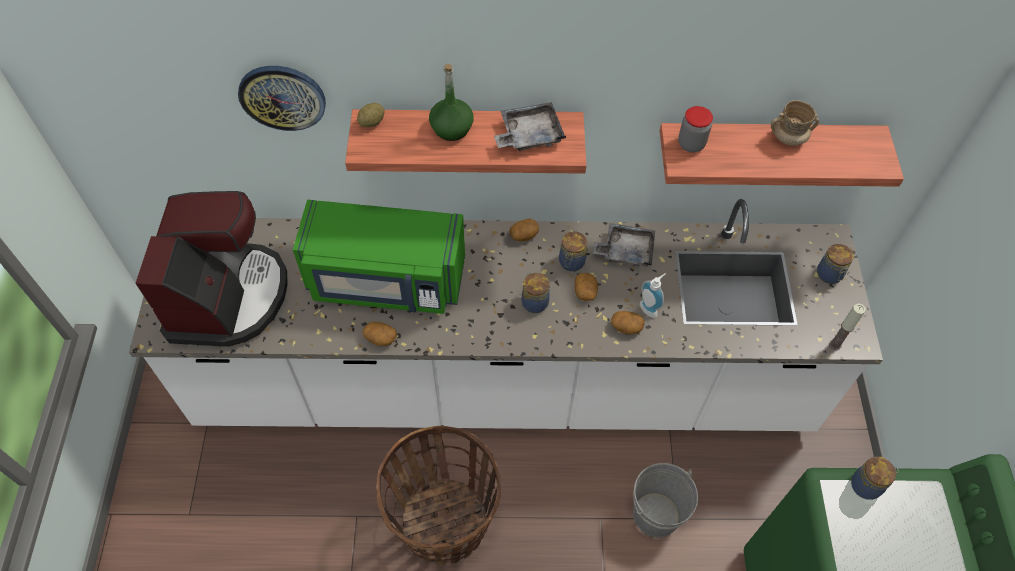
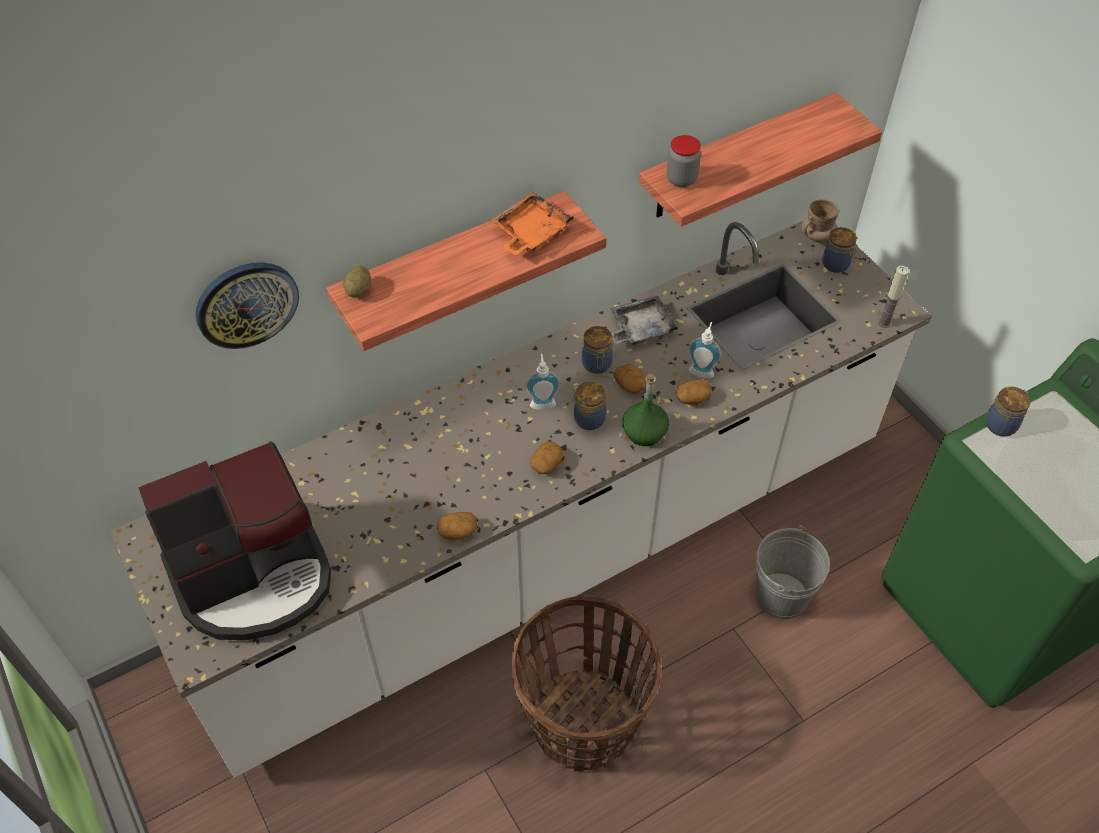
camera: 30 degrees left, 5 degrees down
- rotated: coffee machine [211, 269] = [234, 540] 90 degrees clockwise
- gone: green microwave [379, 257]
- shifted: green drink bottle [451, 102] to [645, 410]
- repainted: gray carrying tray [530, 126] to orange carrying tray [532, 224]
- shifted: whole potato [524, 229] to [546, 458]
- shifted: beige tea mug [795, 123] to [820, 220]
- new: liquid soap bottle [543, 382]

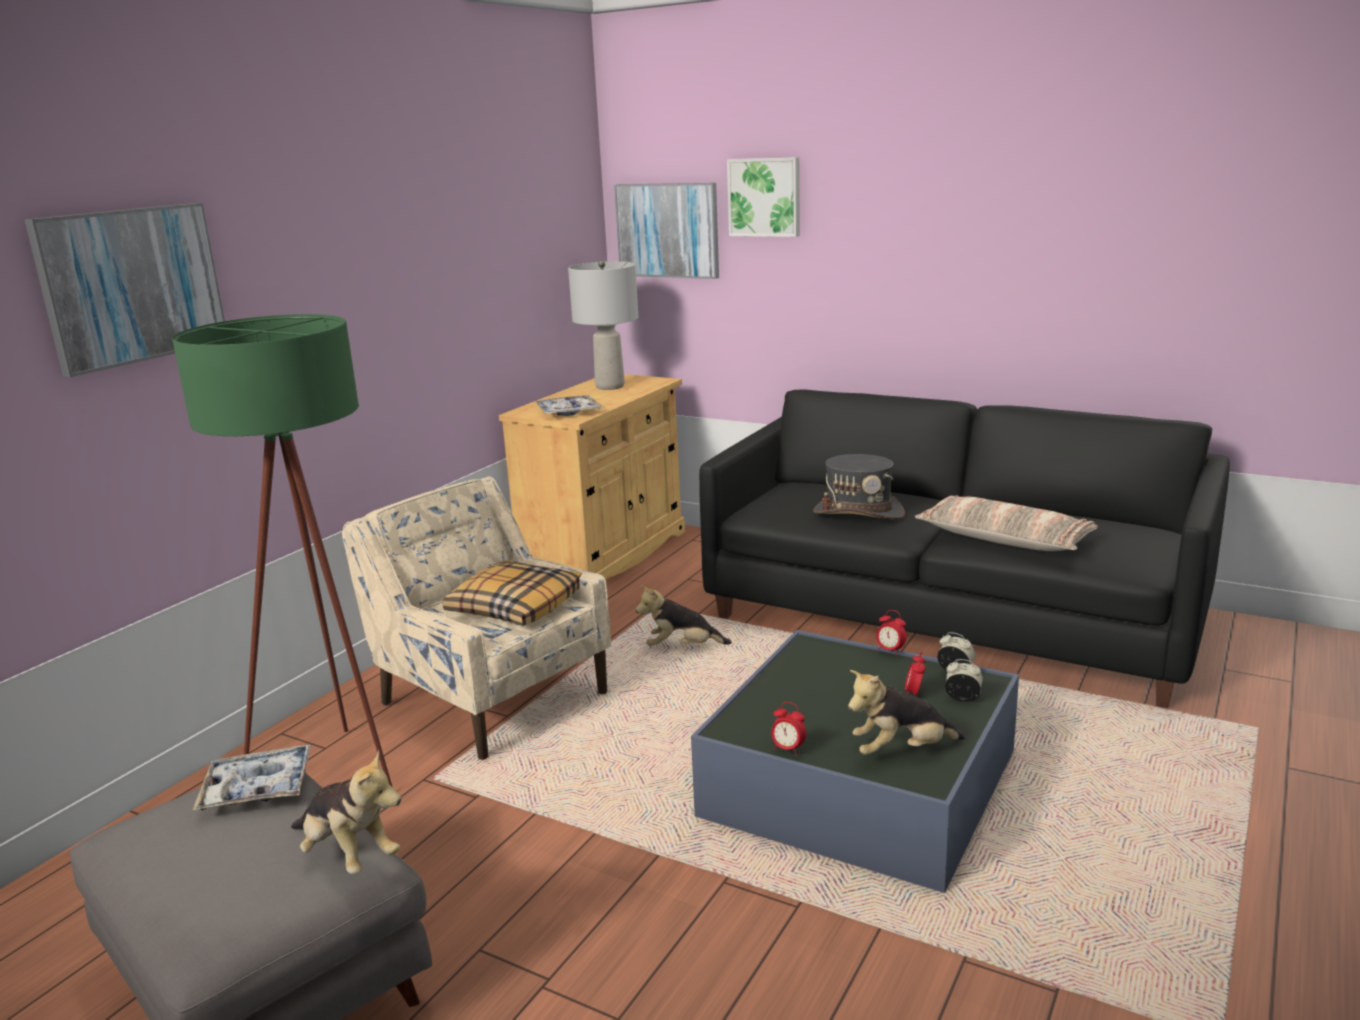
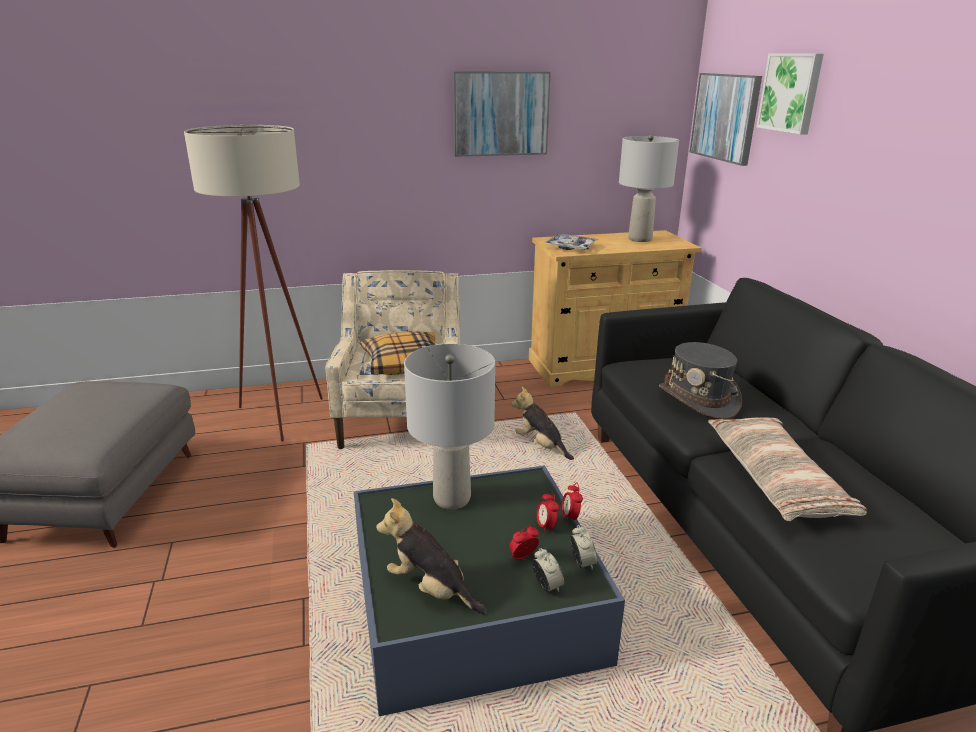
camera: 45 degrees right, 5 degrees up
- shifted: wall picture [124, 290] to [502, 114]
- repainted: green standing lamp [282, 551] to beige standing lamp [253, 283]
- gone: carrying tray [252, 777]
- gone: plush toy [346, 811]
- shifted: alarm clock [788, 729] to [547, 512]
- new: gray table lamp [449, 427]

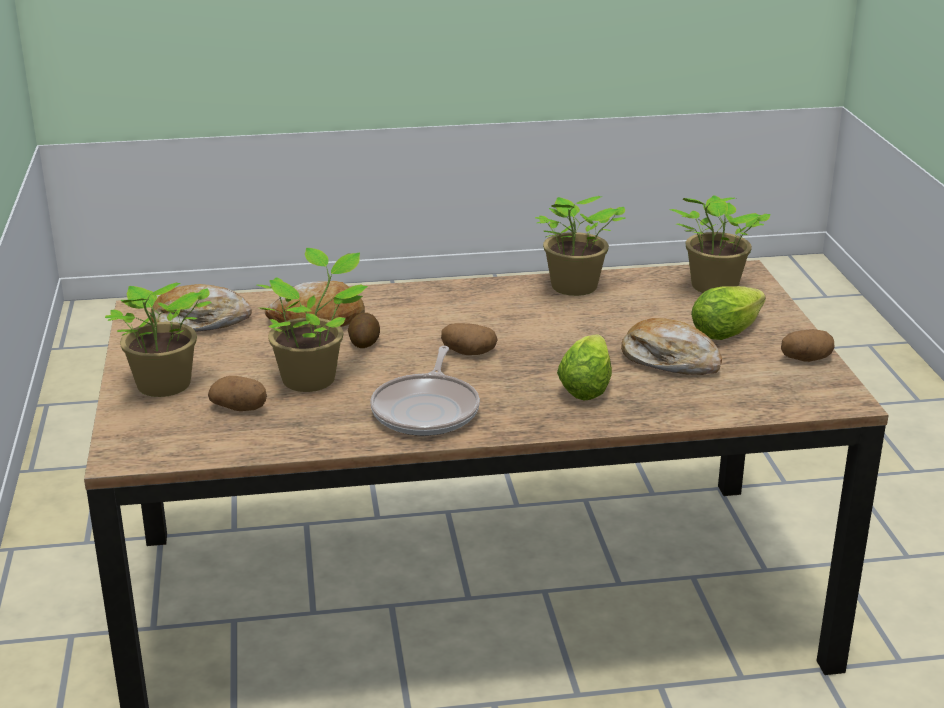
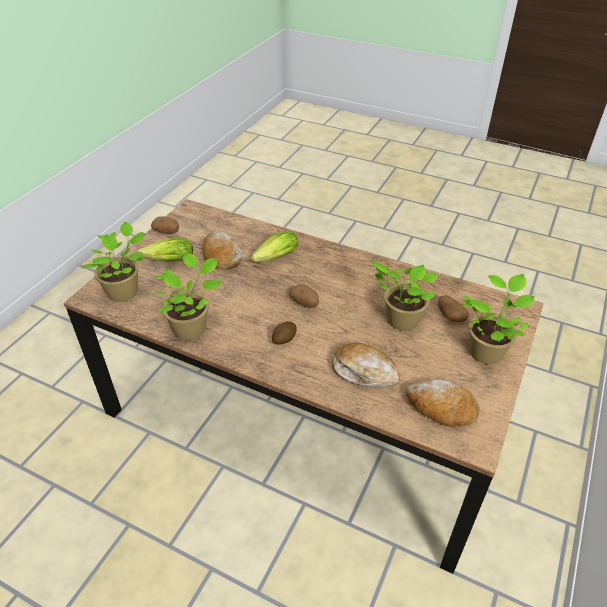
camera: 145 degrees left, 15 degrees up
- shifted: whole potato [364, 330] to [284, 333]
- gone: frying pan [425, 391]

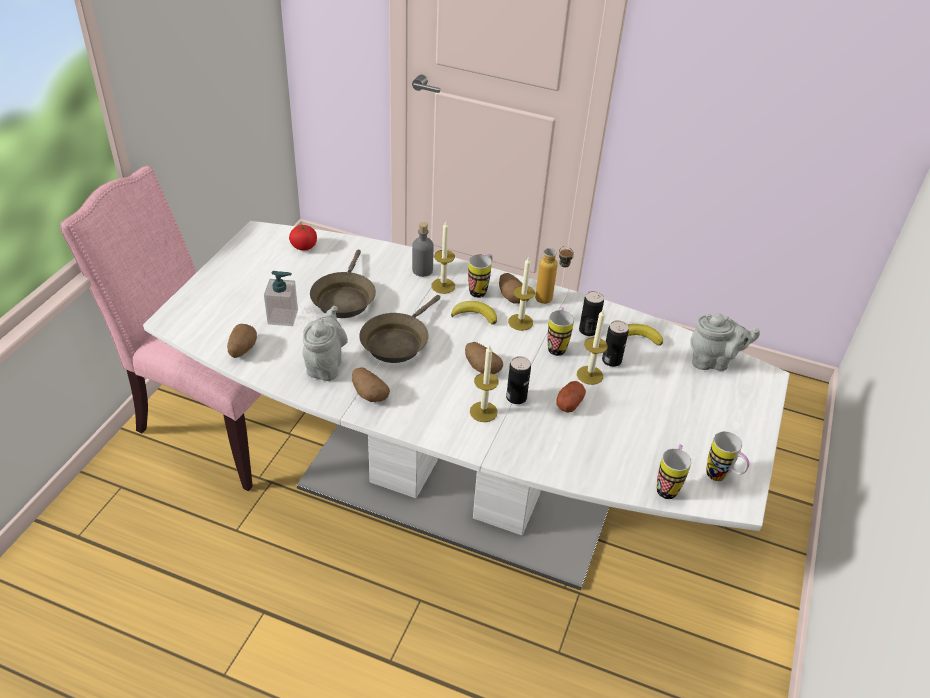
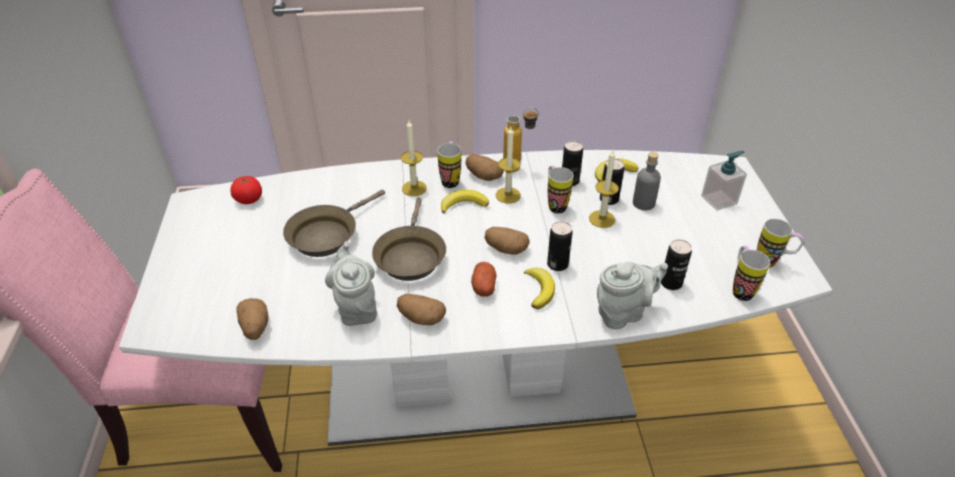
camera: 25 degrees left, 0 degrees up
- shifted: liquid soap bottle [281, 298] to [724, 181]
- rotated: brown frying pan [343, 283] = [334, 223] 60 degrees clockwise
- shifted: gray drink bottle [423, 249] to [647, 181]
- swapped: wax light [484, 383] to banana fruit [539, 288]
- shifted: whole potato [571, 397] to [483, 279]
- shifted: gray tea pot [725, 342] to [632, 295]
- new: can [676, 264]

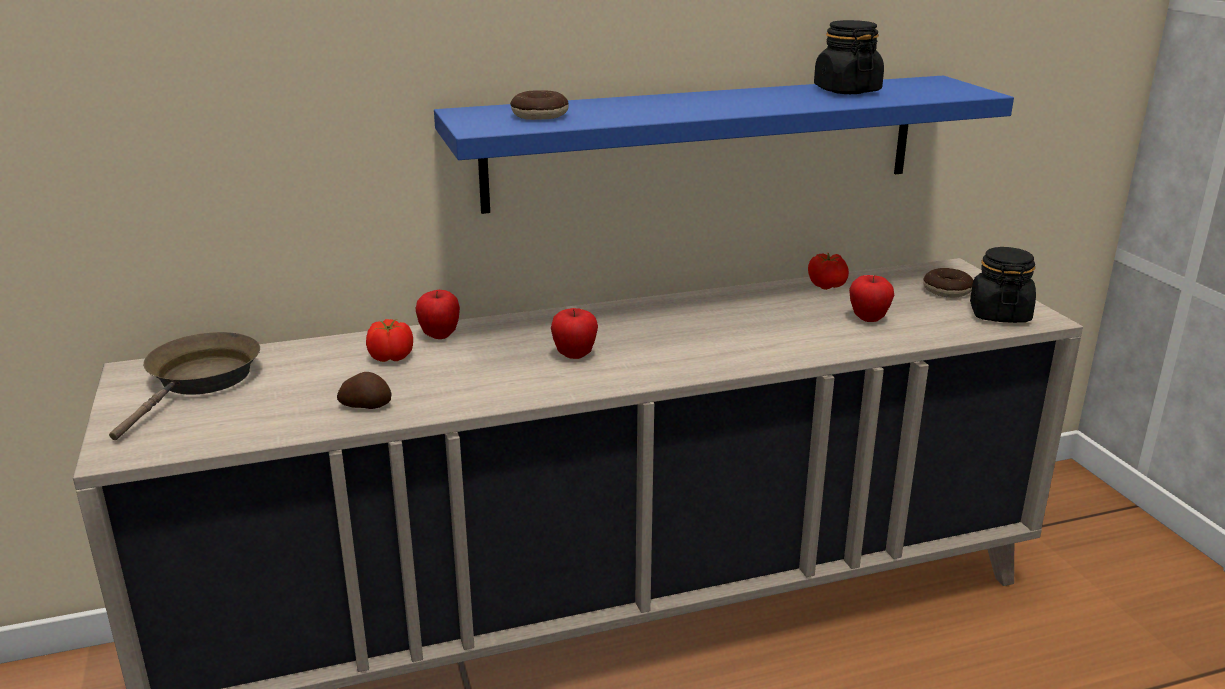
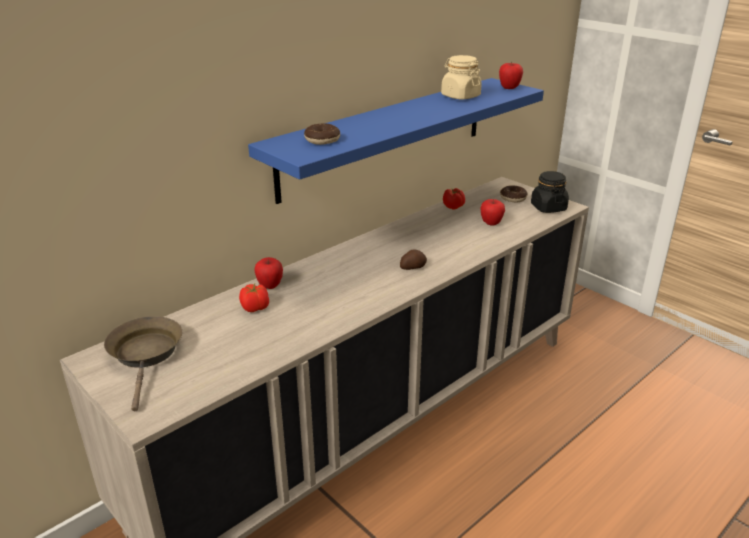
camera: 25 degrees left, 5 degrees up
- shifted: whole potato [364, 390] to [413, 259]
- shifted: apple fruit [574, 333] to [511, 75]
- repainted: blackish preserve jar [849, 57] to beige preserve jar [461, 77]

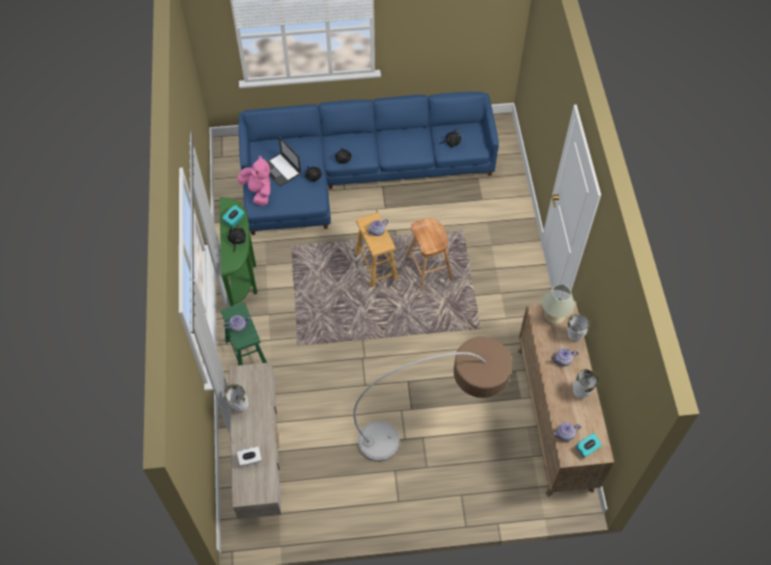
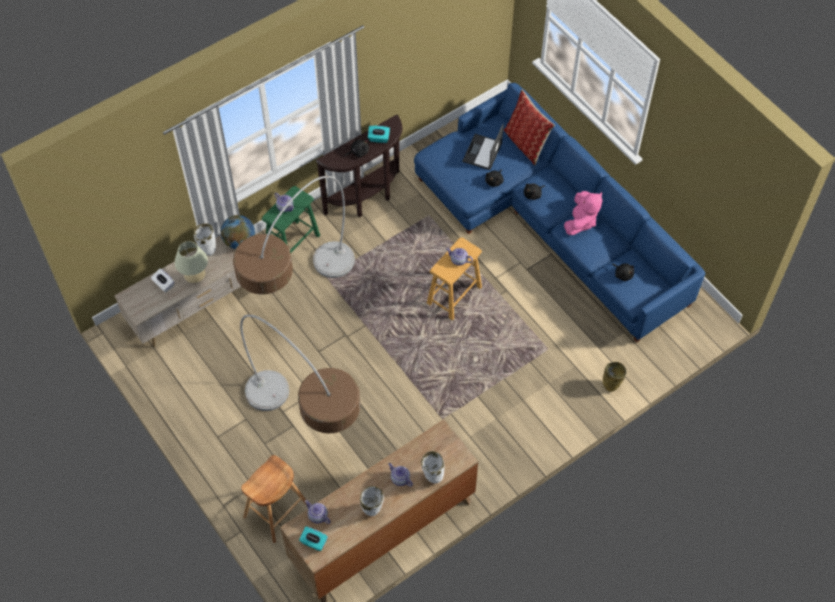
camera: 60 degrees right, 0 degrees up
- repainted: green console table [238, 251] to brown console table [359, 166]
- shifted: pinkish plush toy [254, 180] to [583, 213]
- shifted: brown sitting stool [429, 254] to [274, 499]
- shifted: beige table lamp [558, 304] to [191, 262]
- new: desk globe [238, 232]
- new: standing lamp [294, 235]
- new: pillow [529, 128]
- new: beige decorative vase [615, 377]

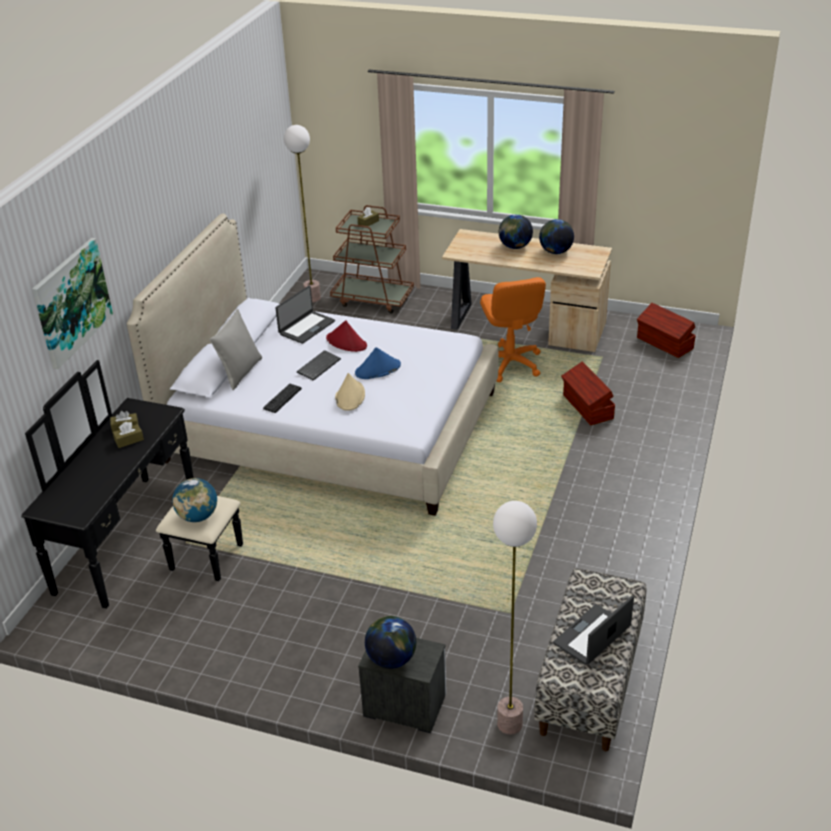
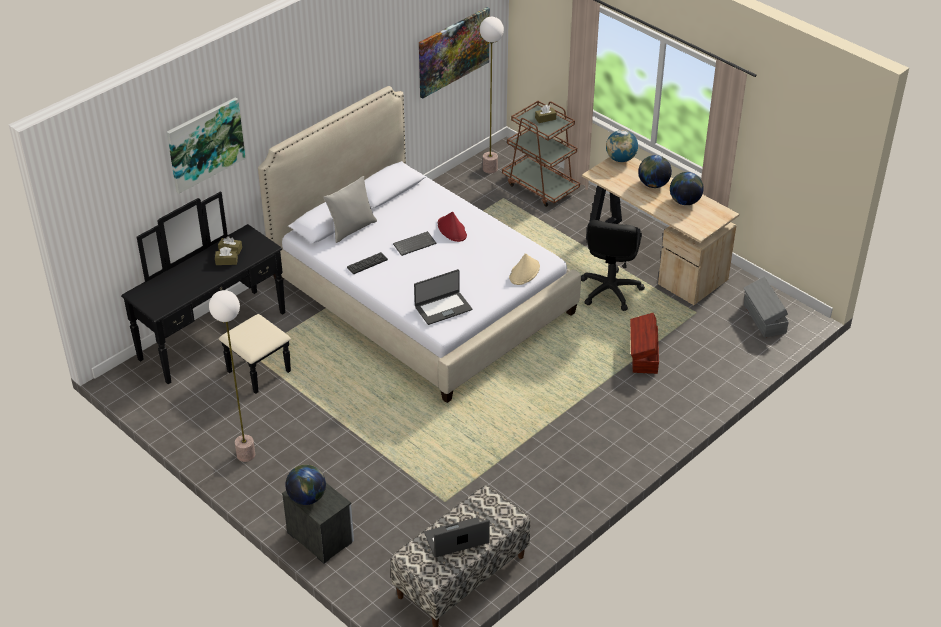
camera: 25 degrees right, 5 degrees up
- shifted: desk globe [194, 500] to [622, 146]
- shifted: portable computer [305, 315] to [443, 297]
- shifted: beige clothing hat [350, 392] to [524, 269]
- gone: bluish clothing hat [378, 363]
- repainted: orange desk chair [513, 329] to blackish desk chair [613, 265]
- shifted: standing lamp [515, 618] to [232, 376]
- repainted: brown storage container [666, 330] to gray storage container [766, 307]
- new: wall picture [454, 52]

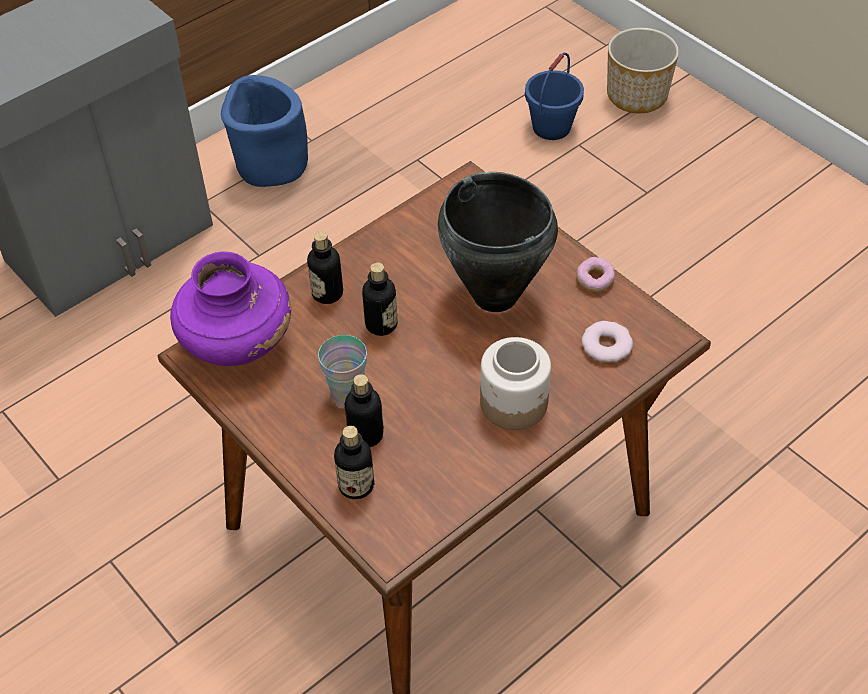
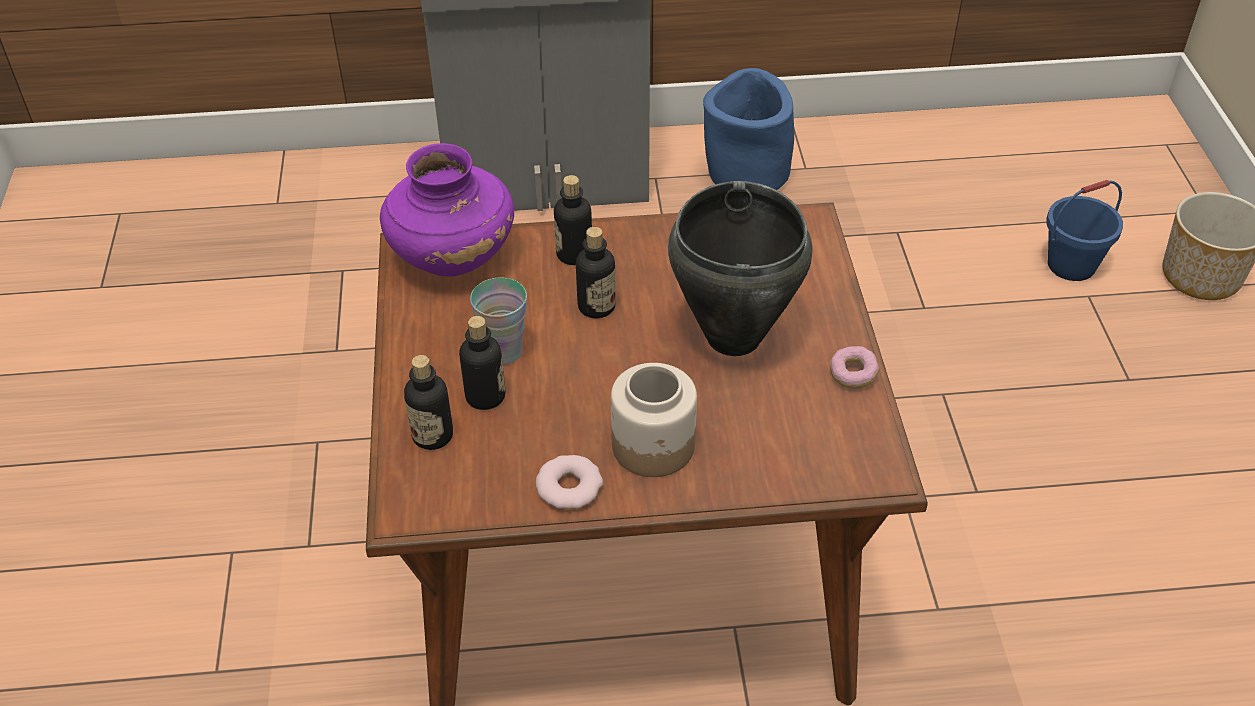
camera: 35 degrees right, 5 degrees down
- shifted: ring doughnut [607, 342] to [569, 482]

